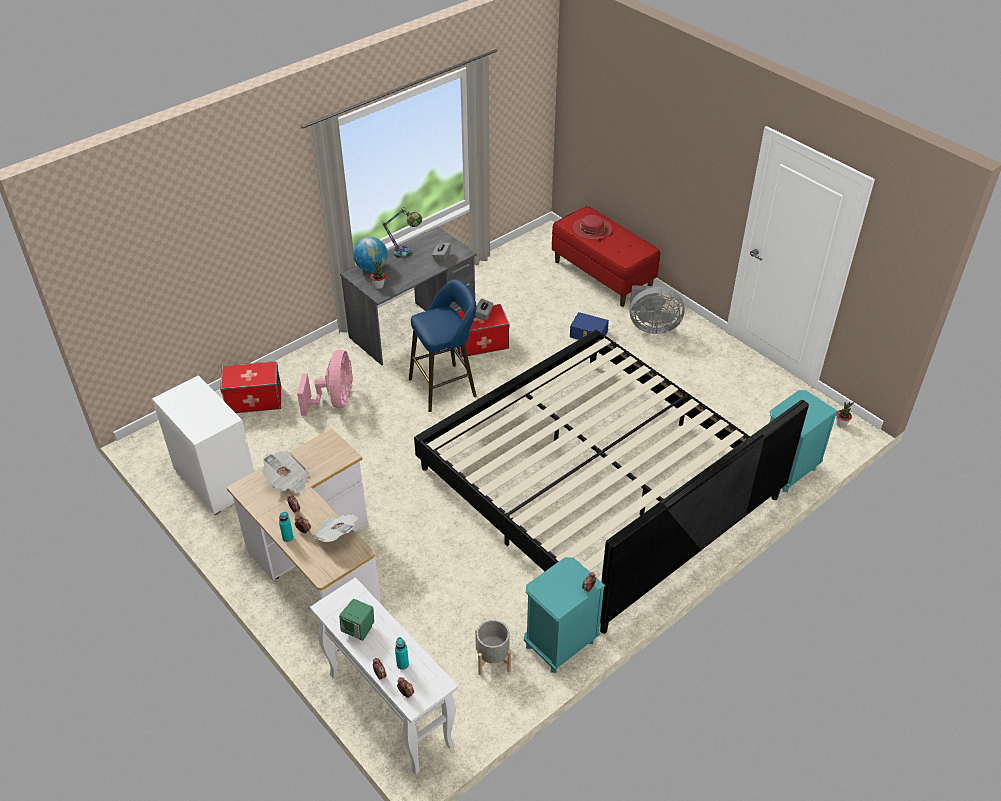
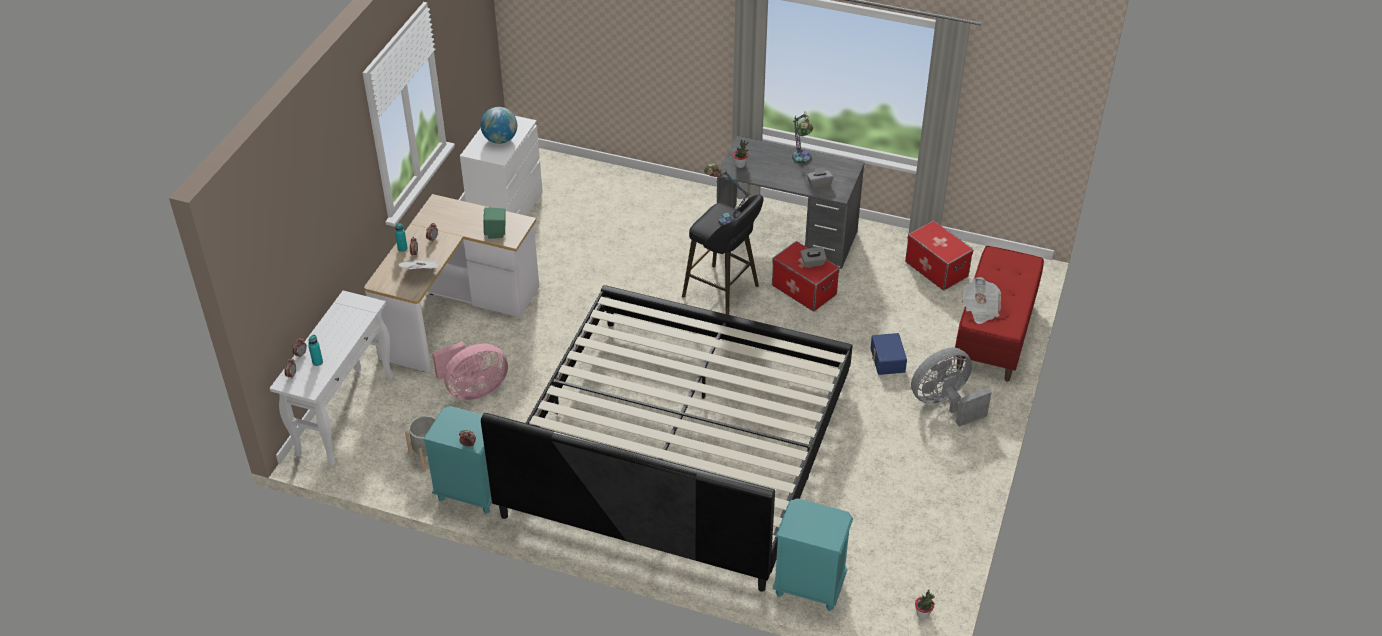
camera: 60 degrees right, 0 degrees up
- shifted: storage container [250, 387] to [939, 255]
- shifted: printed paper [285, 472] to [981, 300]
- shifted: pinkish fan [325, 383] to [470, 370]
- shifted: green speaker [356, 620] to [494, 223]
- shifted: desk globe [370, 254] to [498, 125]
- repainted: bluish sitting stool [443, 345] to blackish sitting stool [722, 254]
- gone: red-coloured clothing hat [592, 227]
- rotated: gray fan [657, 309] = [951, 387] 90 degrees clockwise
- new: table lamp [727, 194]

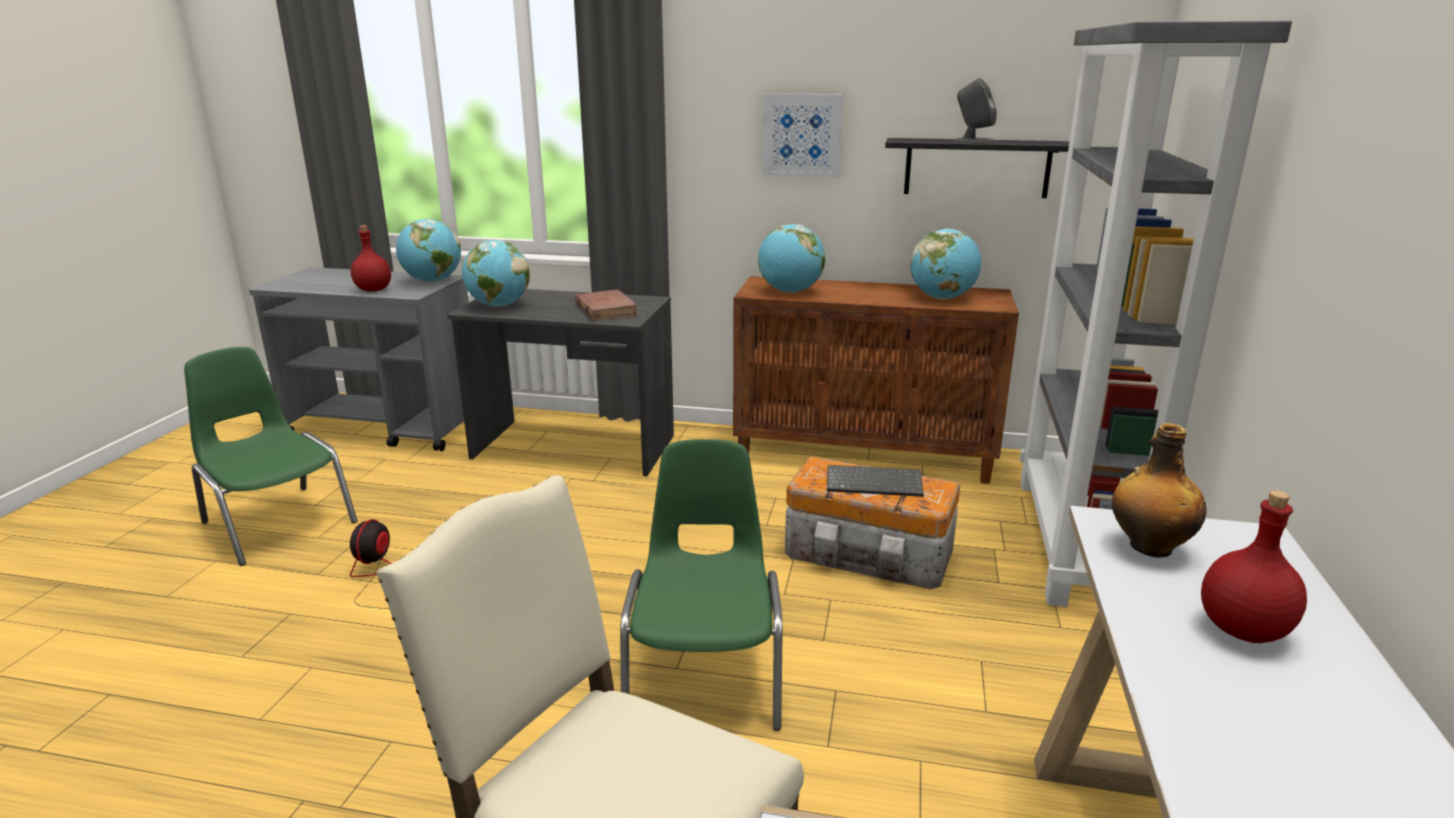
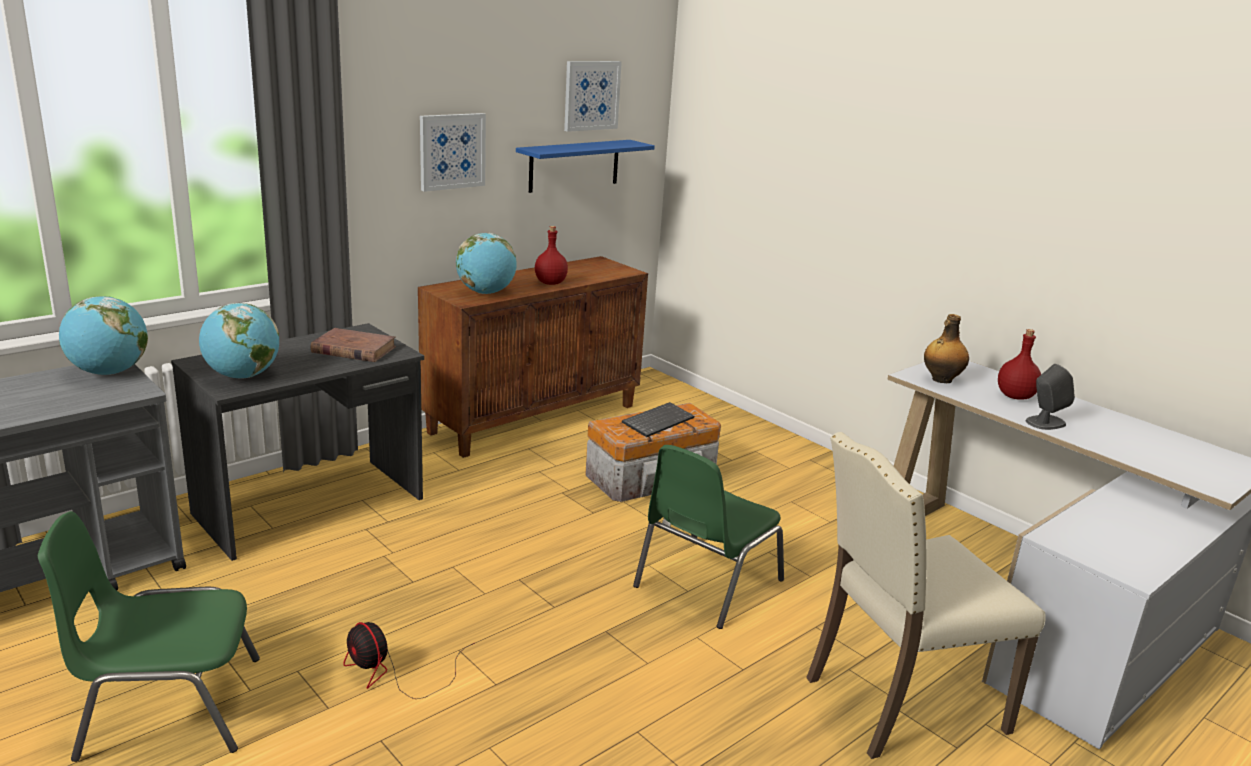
camera: 55 degrees left, 0 degrees up
- shifted: red-coloured drink bottle [371, 258] to [551, 255]
- rotated: green chair [701, 585] = [708, 537] 90 degrees counterclockwise
- repainted: blackish wall shelf [977, 168] to bluish wall shelf [585, 166]
- gone: desk globe [945, 263]
- shifted: gray speaker [975, 110] to [1050, 397]
- gone: gray shelving unit [1156, 314]
- new: wall picture [593, 96]

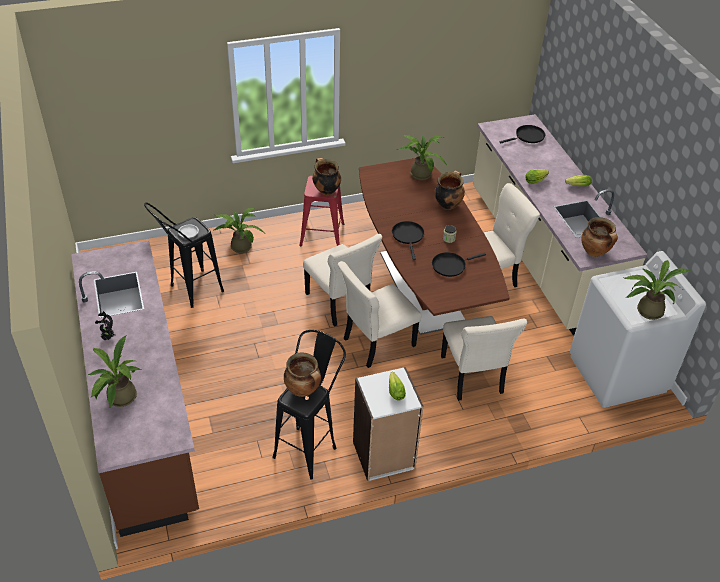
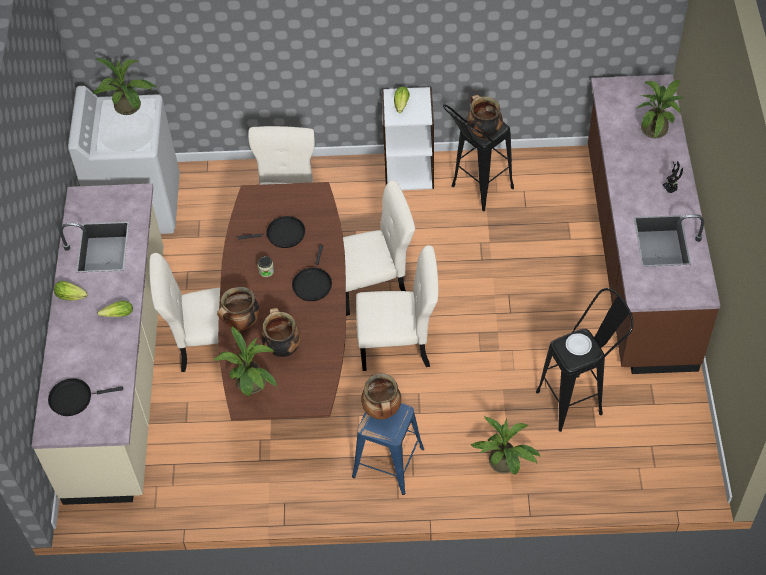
camera: 160 degrees left, 10 degrees up
- repainted: red-coloured sitting stool [322, 211] to bluish sitting stool [388, 449]
- rotated: beige chair [342, 280] = [397, 308] 105 degrees clockwise
- shifted: saucepot [599, 237] to [281, 332]

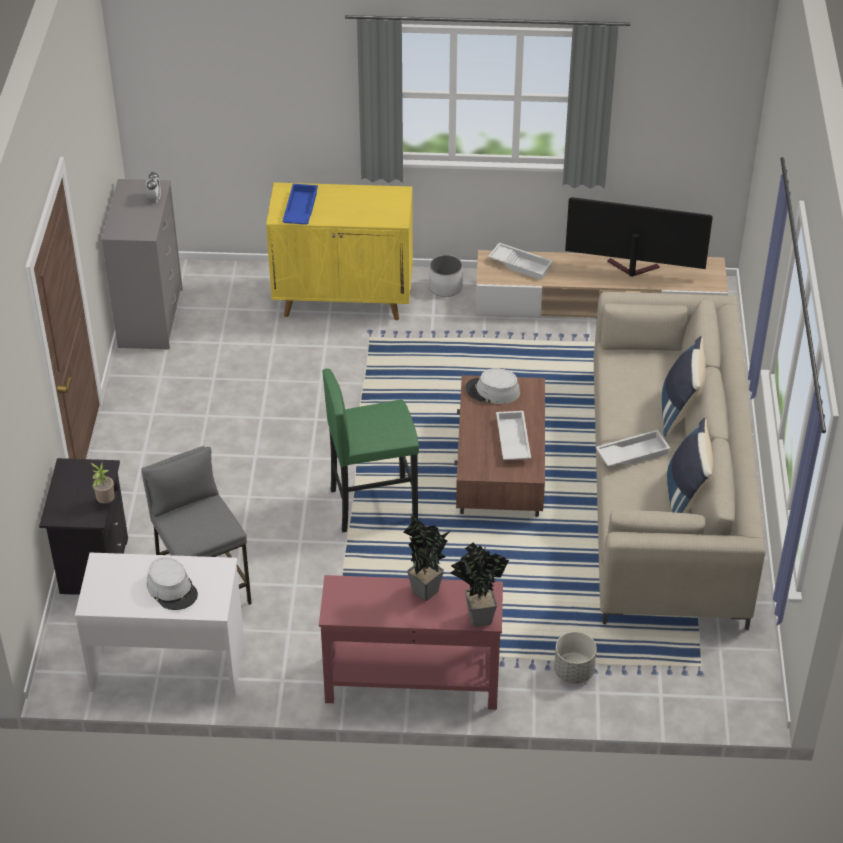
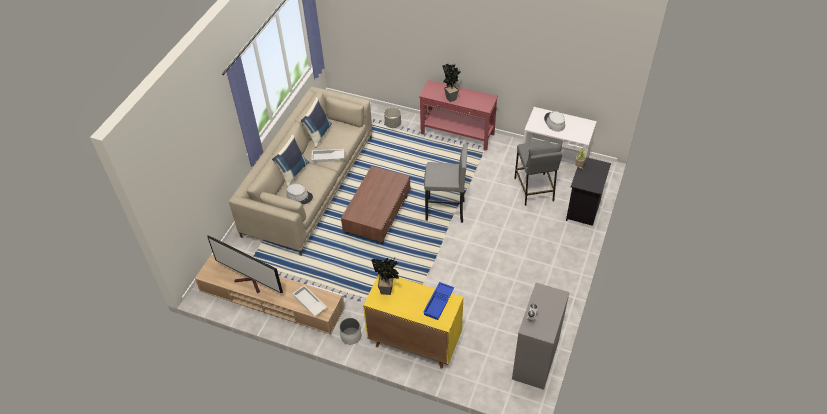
camera: 160 degrees left, 5 degrees up
- repainted: green sitting stool [370, 450] to gray sitting stool [446, 183]
- shifted: plant in a pot [480, 585] to [385, 275]
- shifted: gray clothing hat [492, 386] to [300, 193]
- gone: white carrying tray [513, 435]

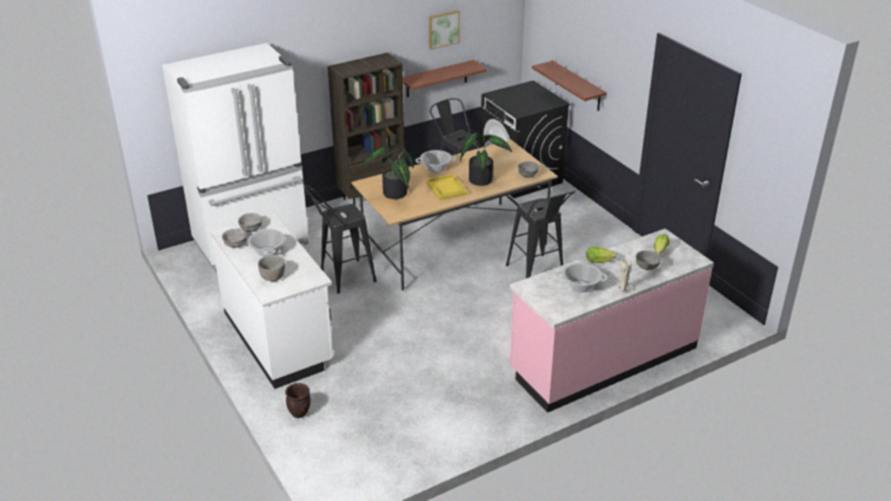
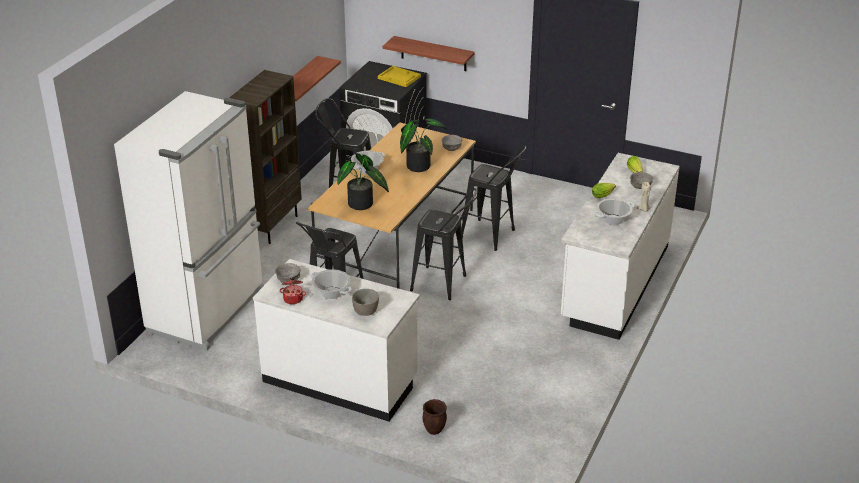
camera: 35 degrees left, 0 degrees up
- swapped: gray bowl [234, 238] to saucepot [293, 291]
- shifted: yellow-coloured carrying tray [447, 187] to [399, 76]
- gone: wall picture [444, 30]
- repainted: pinkish counter [612, 321] to white counter [620, 246]
- new: blackish sitting stool [443, 244]

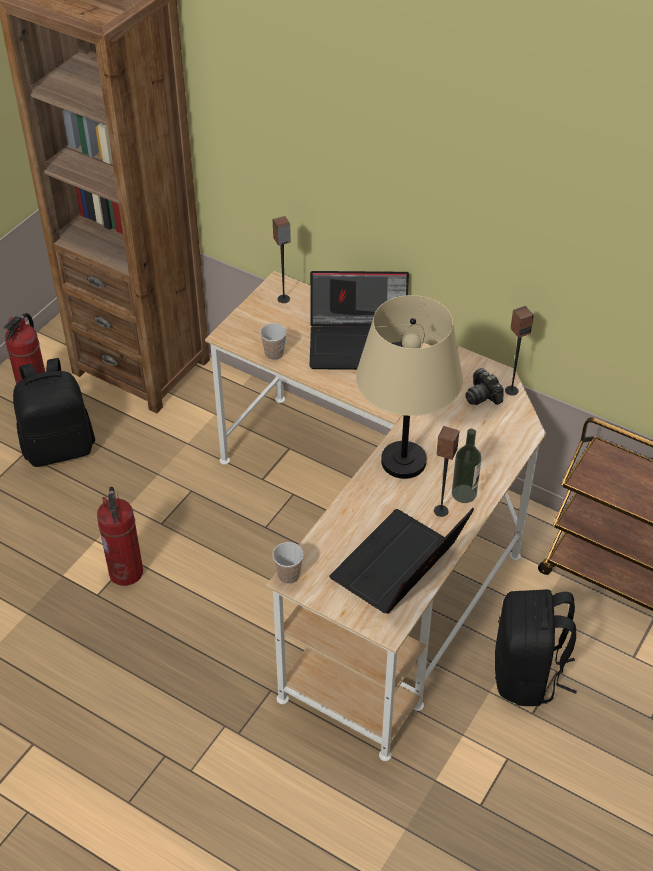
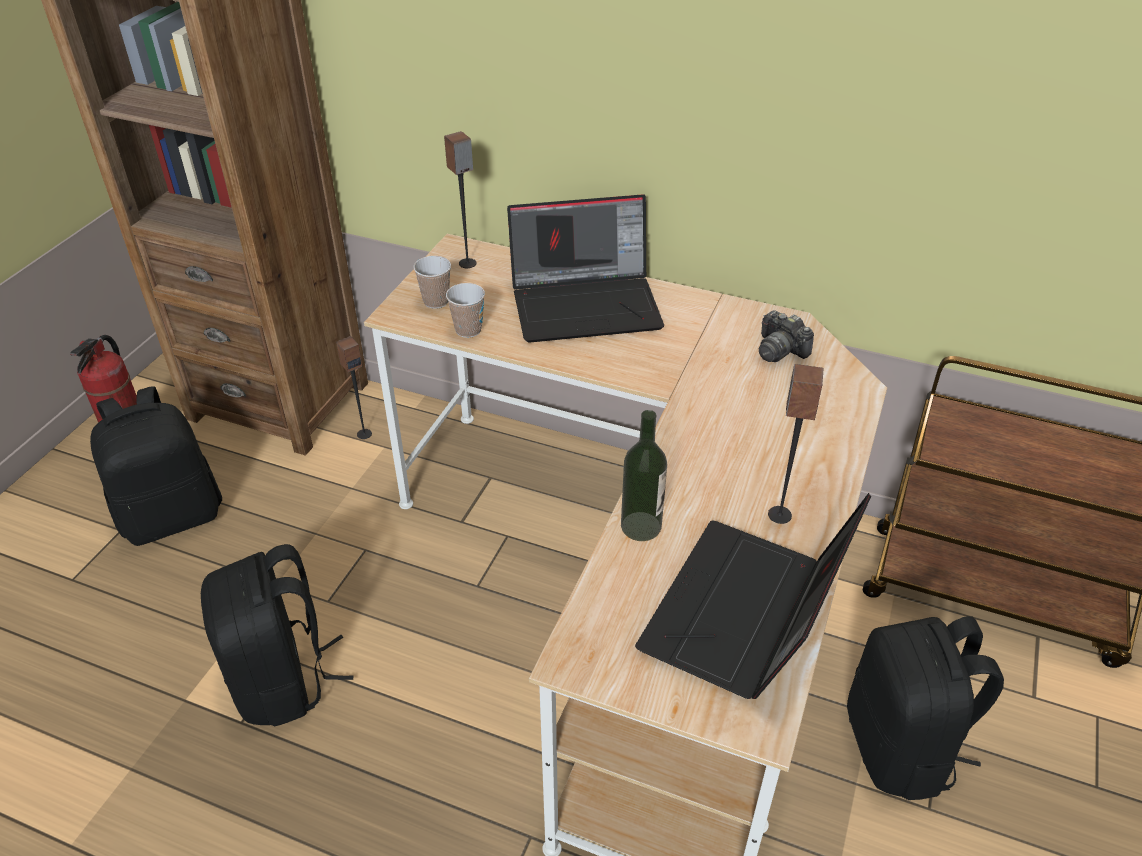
camera: 10 degrees left, 5 degrees down
- swapped: fire-fighting cylinder [120, 536] to blackish knapsack [277, 635]
- shifted: drinking cup [288, 563] to [432, 282]
- gone: beige table lamp [409, 387]
- shifted: drink bottle [467, 466] to [644, 475]
- shifted: speaker [519, 351] to [354, 387]

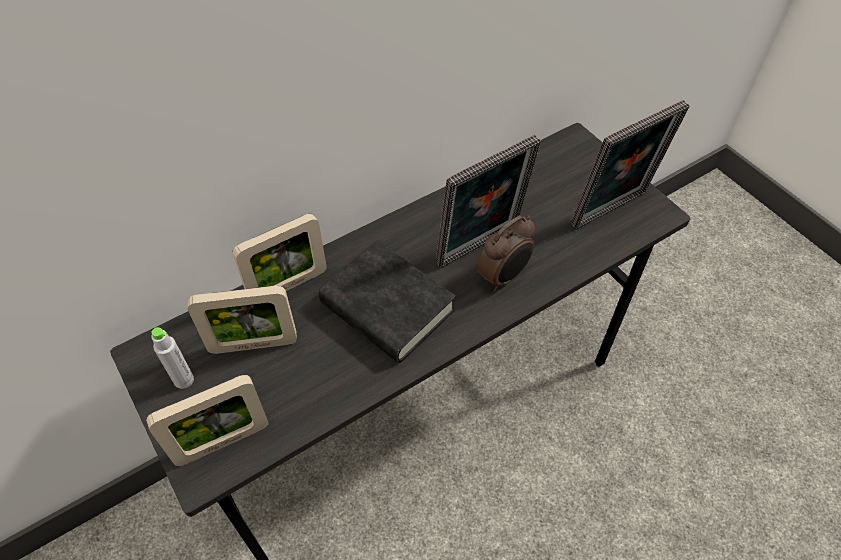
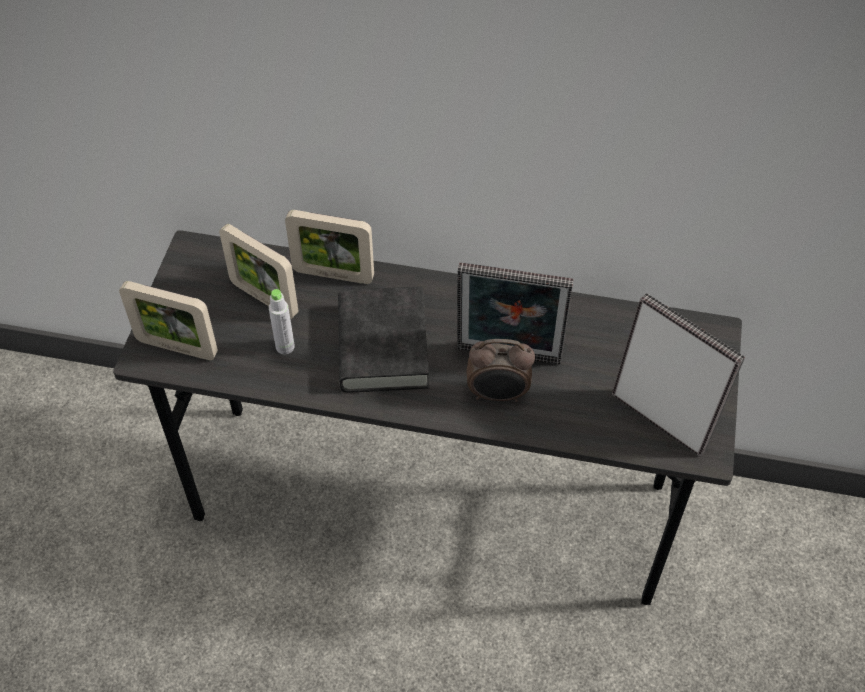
camera: 45 degrees right, 0 degrees up
- shifted: gray drink bottle [173, 358] to [282, 321]
- rotated: picture frame [630, 164] = [678, 375] 150 degrees counterclockwise

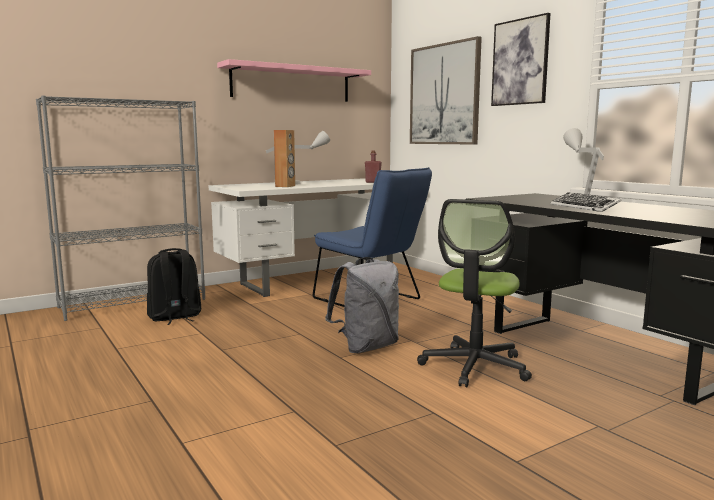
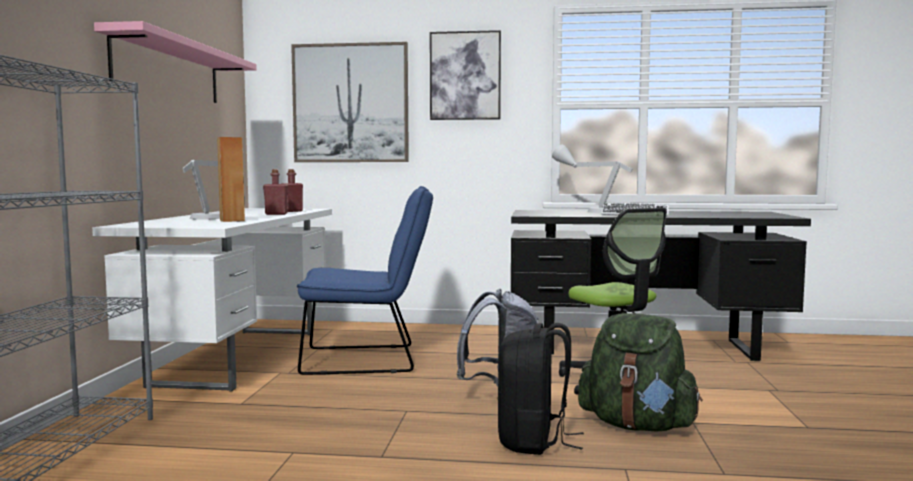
camera: 50 degrees left, 5 degrees down
- shifted: blackish knapsack [174, 286] to [541, 389]
- new: red-coloured drink bottle [275, 192]
- new: green knapsack [640, 372]

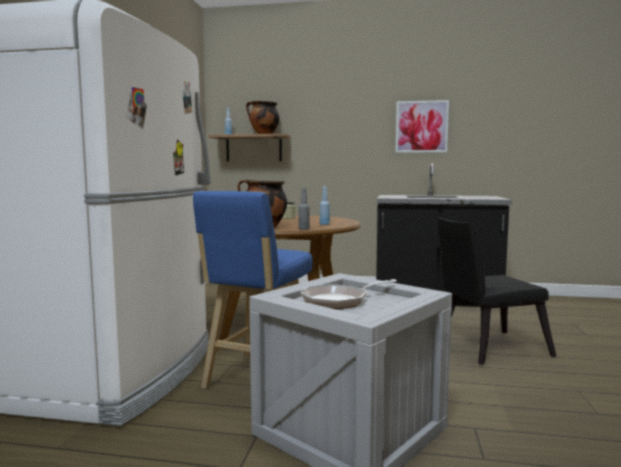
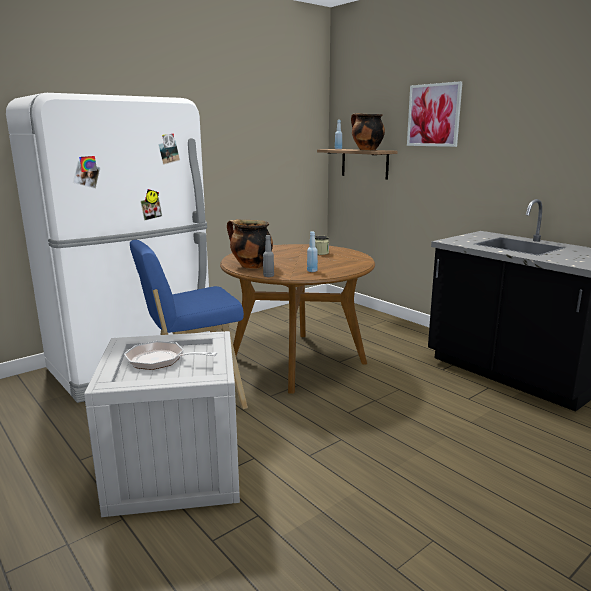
camera: 40 degrees right, 10 degrees up
- shifted: wall picture [422, 126] to [435, 114]
- gone: blackish chair [497, 291]

